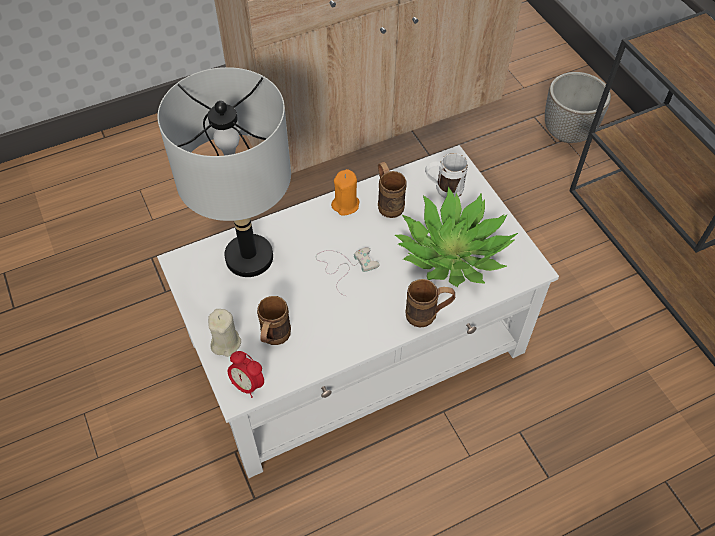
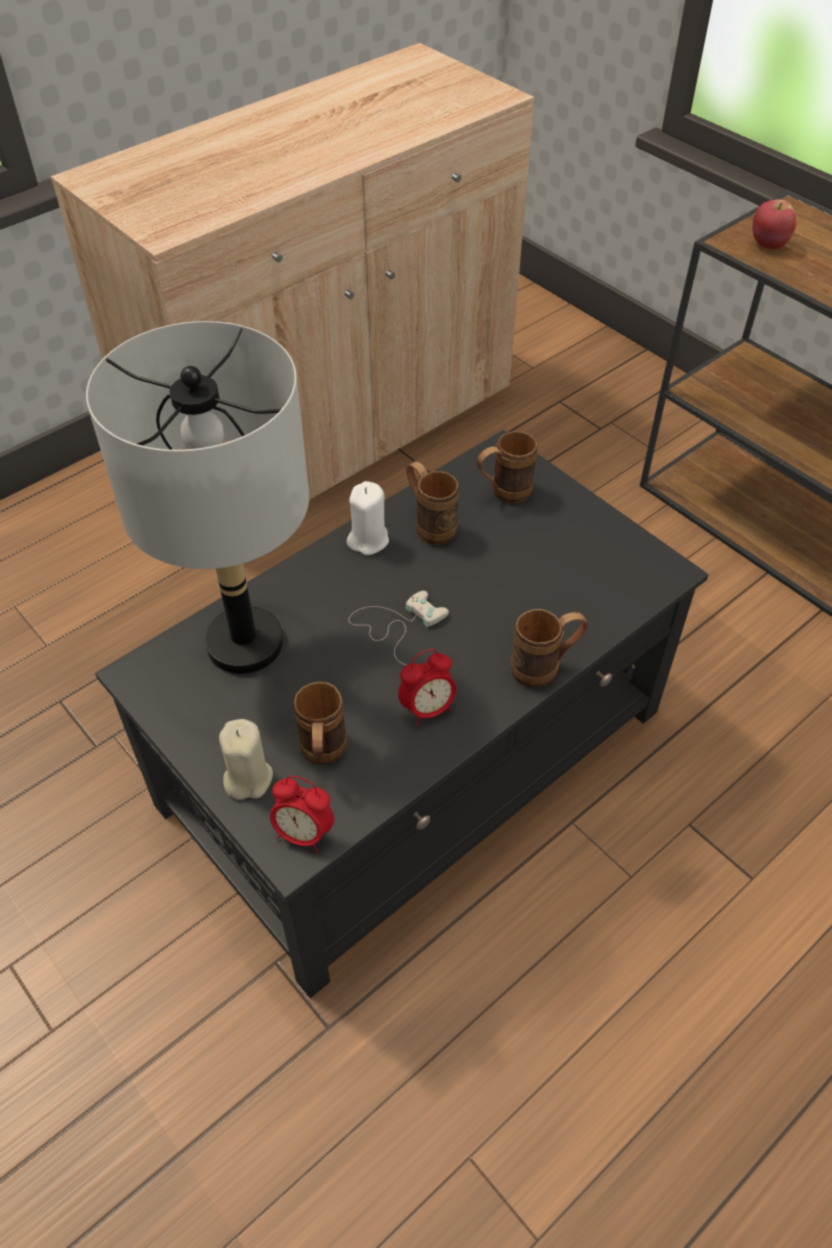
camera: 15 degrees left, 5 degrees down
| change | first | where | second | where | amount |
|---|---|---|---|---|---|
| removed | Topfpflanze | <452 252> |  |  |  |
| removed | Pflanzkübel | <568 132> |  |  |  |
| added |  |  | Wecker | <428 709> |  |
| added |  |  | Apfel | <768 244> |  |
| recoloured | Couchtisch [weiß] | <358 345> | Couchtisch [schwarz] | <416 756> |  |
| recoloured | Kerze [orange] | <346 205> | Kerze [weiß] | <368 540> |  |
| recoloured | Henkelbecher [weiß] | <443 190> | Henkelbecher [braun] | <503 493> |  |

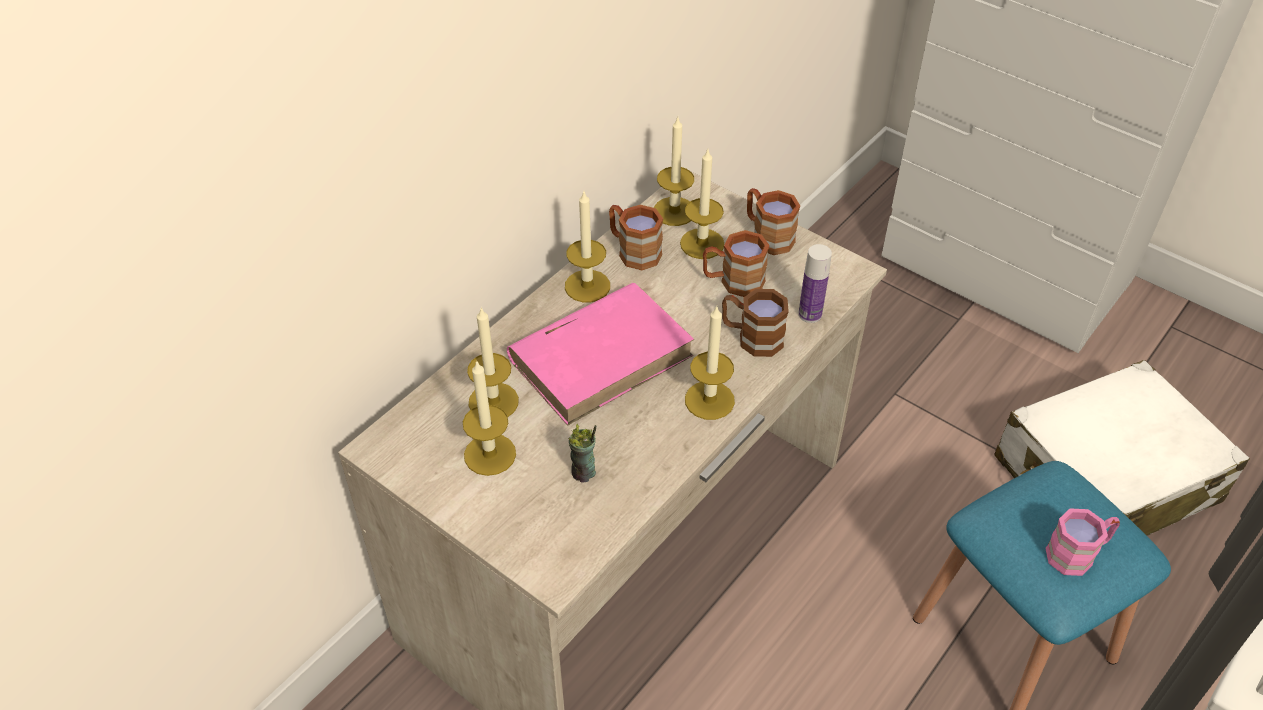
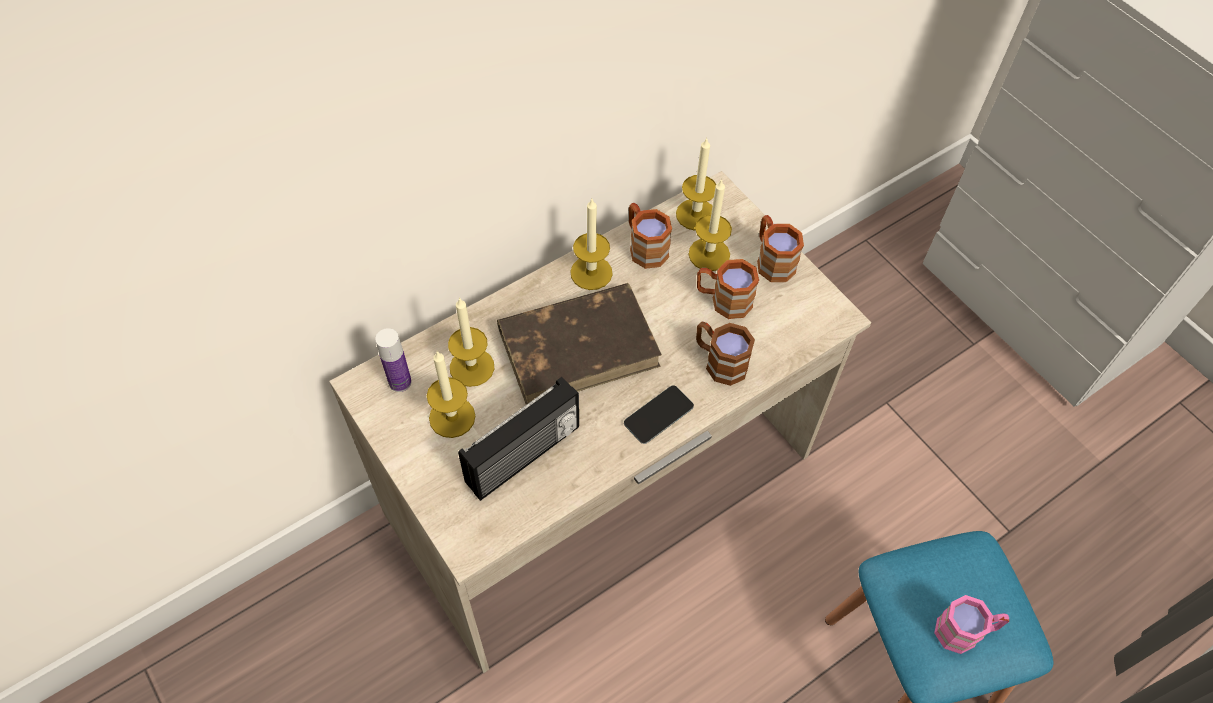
camera: 15 degrees right, 10 degrees up
| change | first | where | second | where | amount |
|---|---|---|---|---|---|
| removed | Koffer [weiß] | <1104 480> |  |  |  |
| moved | Flasche | <810 314> |  | <400 382> |  |
| replaced | Tasse | <583 473> | Radio | <524 456> |  |
| replaced | Kerze | <709 400> | Handy | <658 415> |  |
| recoloured | Buch [rosa] | <602 356> | Buch [braun] | <579 346> |  |

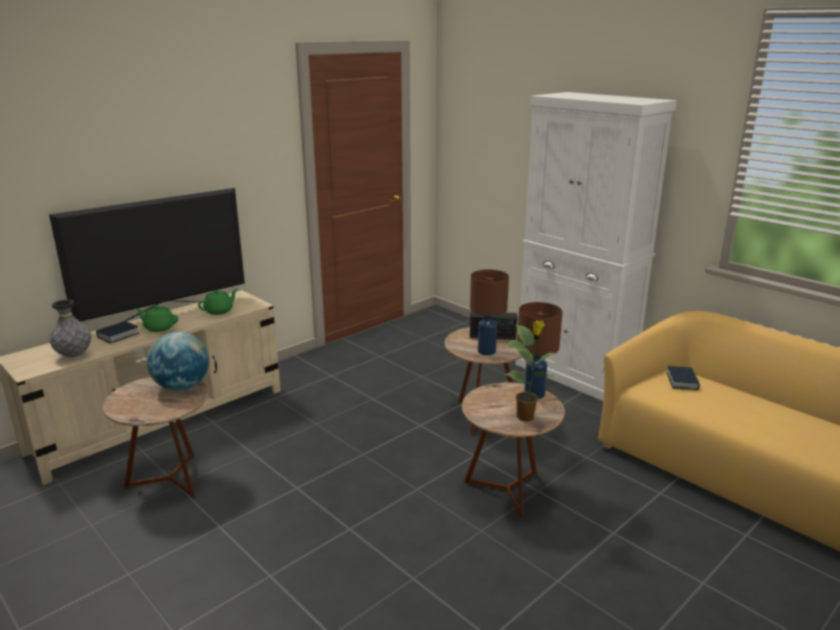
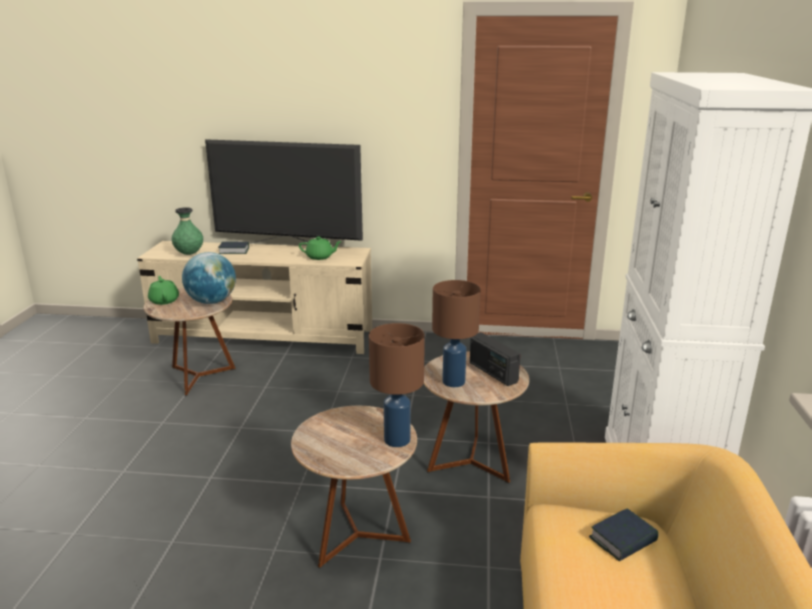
camera: 50 degrees right, 0 degrees up
| change | first | where | second | where | amount |
|---|---|---|---|---|---|
| removed | Topfpflanze | <526 417> |  |  |  |
| moved | Teekanne [grün] | <159 328> |  | <164 300> |  |
| recoloured | Vase [grau] | <74 355> | Vase [grün] | <189 254> |  |

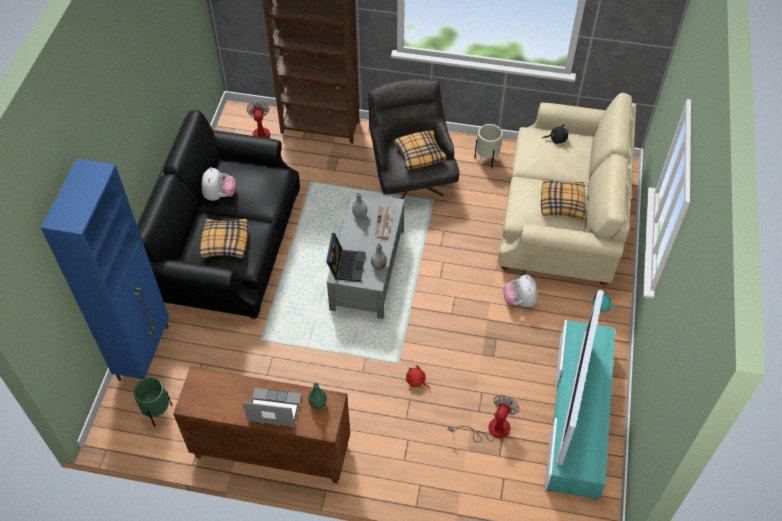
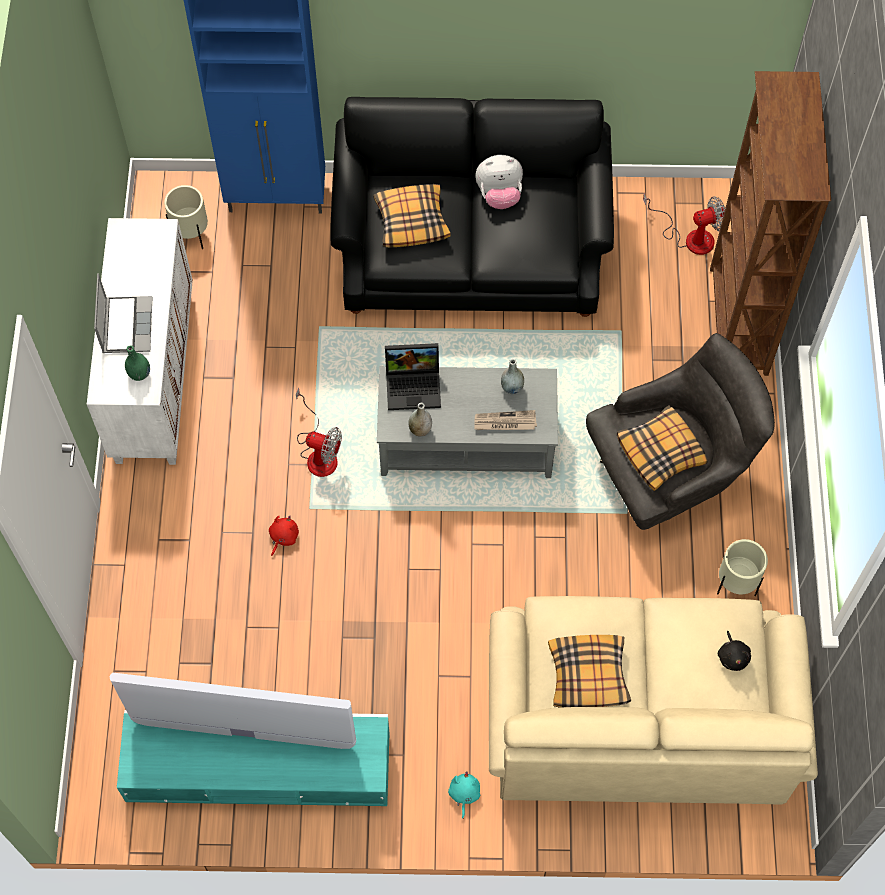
camera: 80 degrees right, 10 degrees up
| change | first | where | second | where | amount |
|---|---|---|---|---|---|
| removed | Plüschtier | <519 301> |  |  |  |
| moved | Ventilator | <490 429> |  | <319 453> |  |
| recoloured | Pflanzkübel [grün] | <157 412> | Pflanzkübel [beige] | <192 235> |  |
| recoloured | Schrank [braun] | <270 451> | Schrank [weiß] | <153 376> |  |

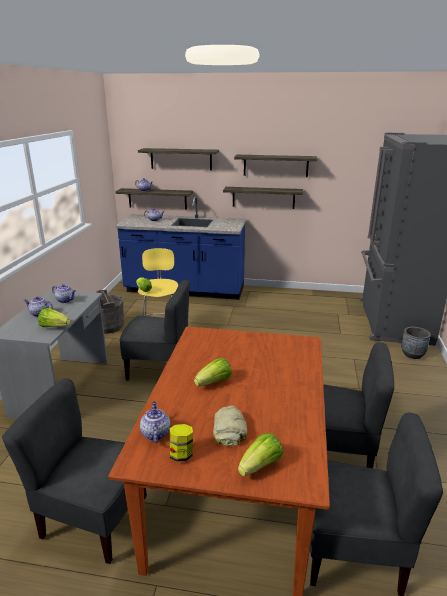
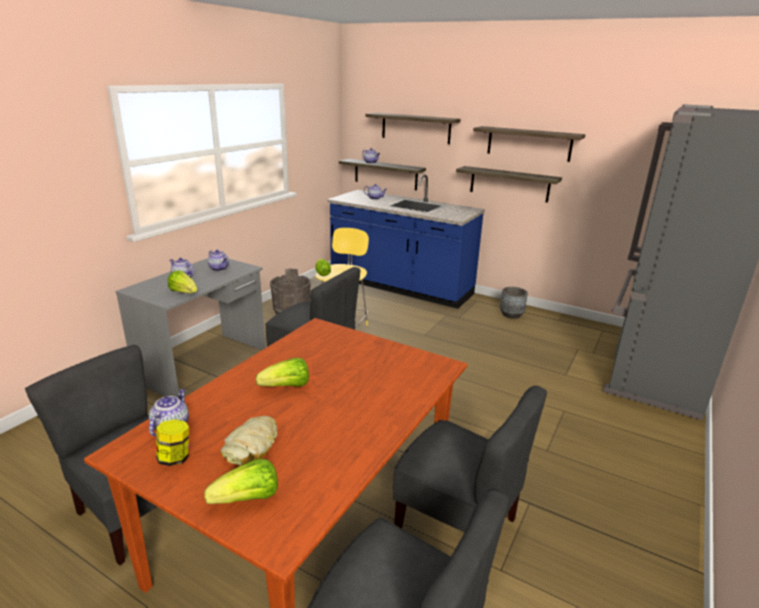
camera: 20 degrees right, 0 degrees up
| change | first | where | second | where | amount |
|---|---|---|---|---|---|
| moved | Pflanzkübel [grau] | <412 354> |  | <511 315> |  |

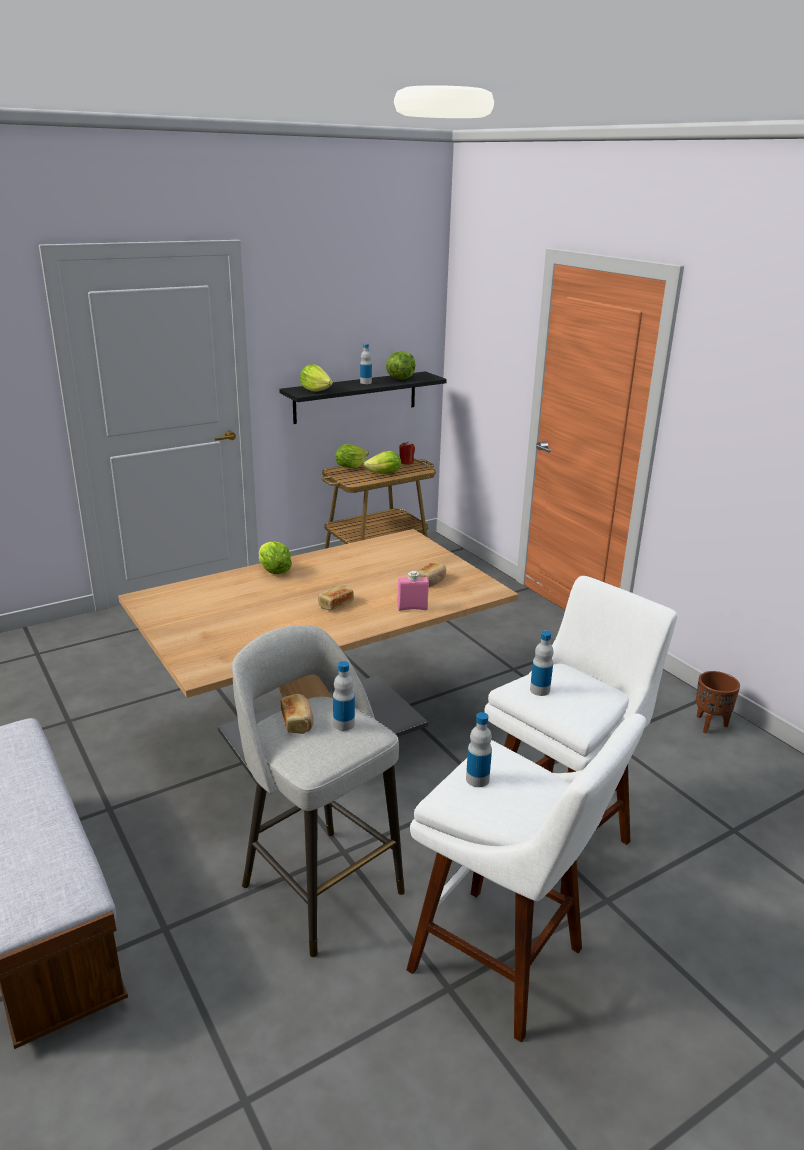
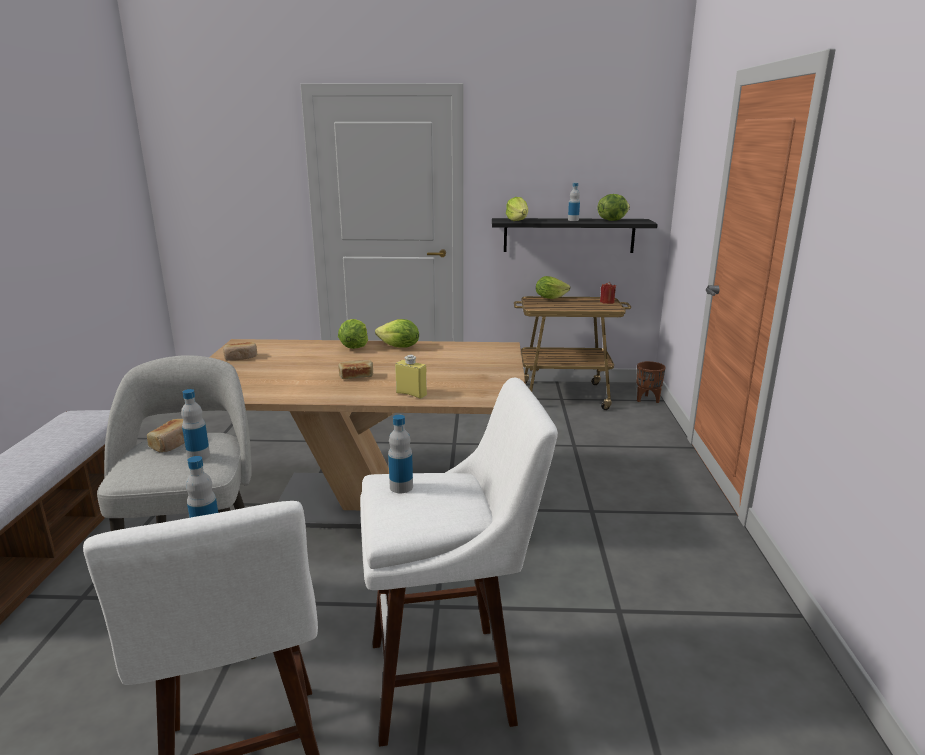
camera: 35 degrees right, 5 degrees down
| change | first | where | second | where | amount |
|---|---|---|---|---|---|
| moved | Salatkopf | <384 474> |  | <399 347> |  |
| moved | Brot | <431 581> |  | <241 358> |  |
| moved | Pflanzkübel [braun] | <710 725> |  | <647 400> |  |
| recoloured | Flasche [rosa] | <412 608> | Flasche [gelb] | <411 394> |  |

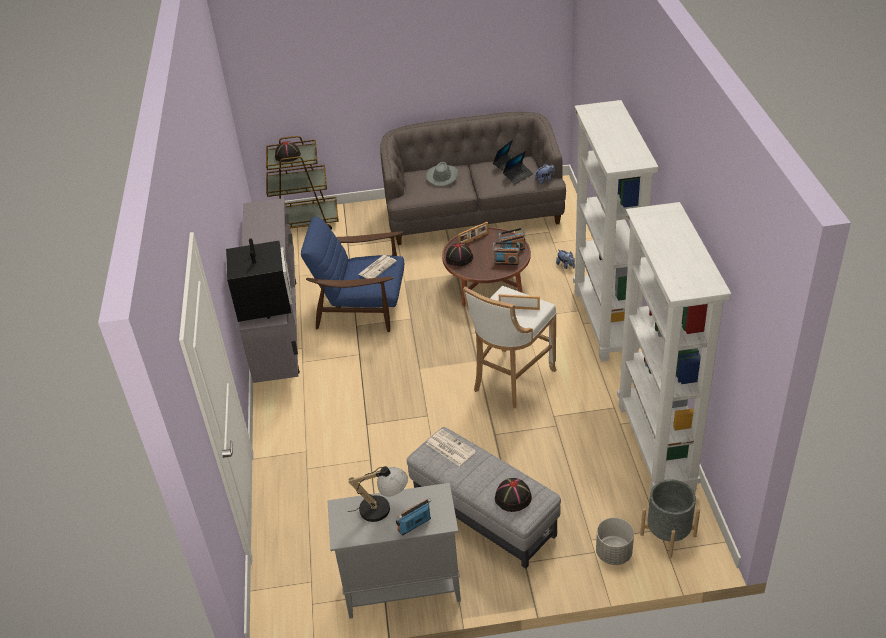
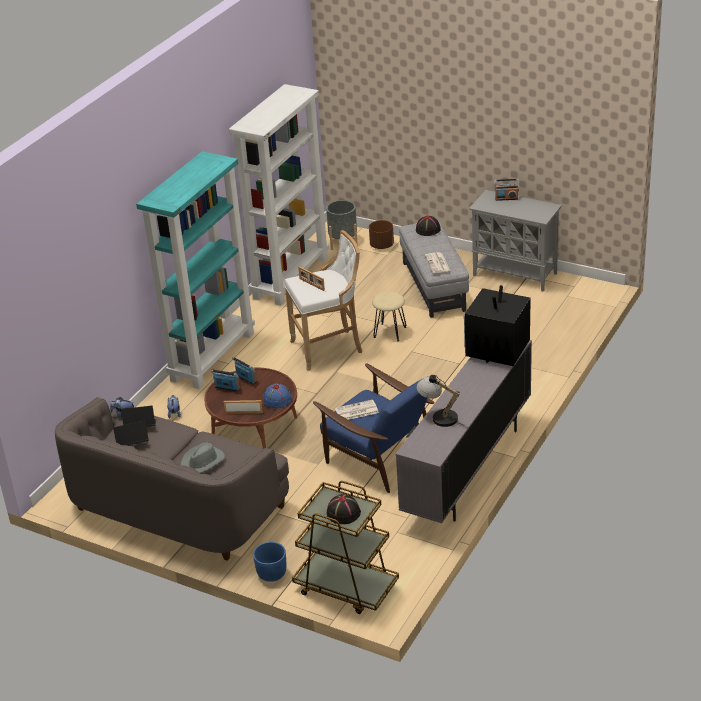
camera: 145 degrees left, 5 degrees down
| change | first | where | second | where | amount |
|---|---|---|---|---|---|
| added |  |  | Pflanzkübel [blau] | <271 573> |  |
| added |  |  | Hocker [beige] | <390 332> |  |
| moved | Tischlampe | <383 509> |  | <438 417> |  |
| recoloured | Hut [schwarz] | <459 258> | Hut [blau] | <277 399> |  |
| recoloured | Bücherregal [weiß] | <606 323> | Bücherregal [türkis] | <212 356> |  |
| recoloured | Pflanzkübel [grau] | <613 553> | Pflanzkübel [braun] | <382 246> |  |

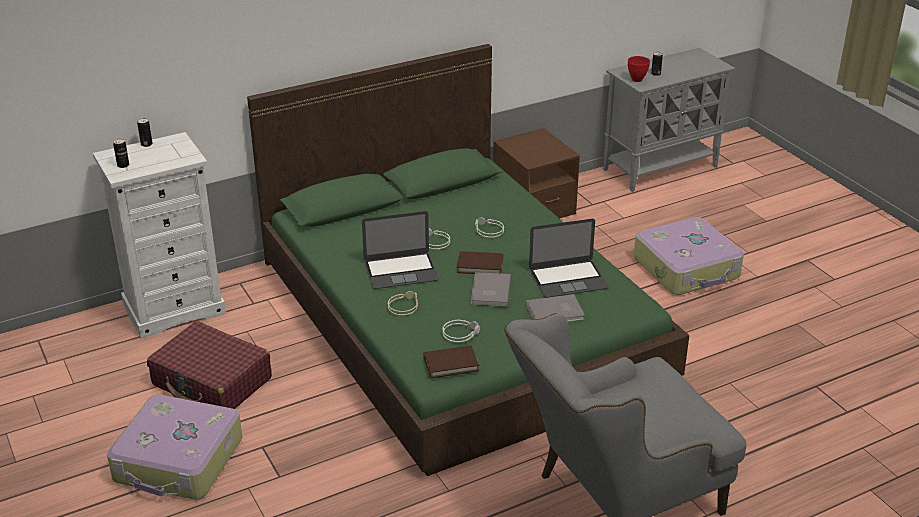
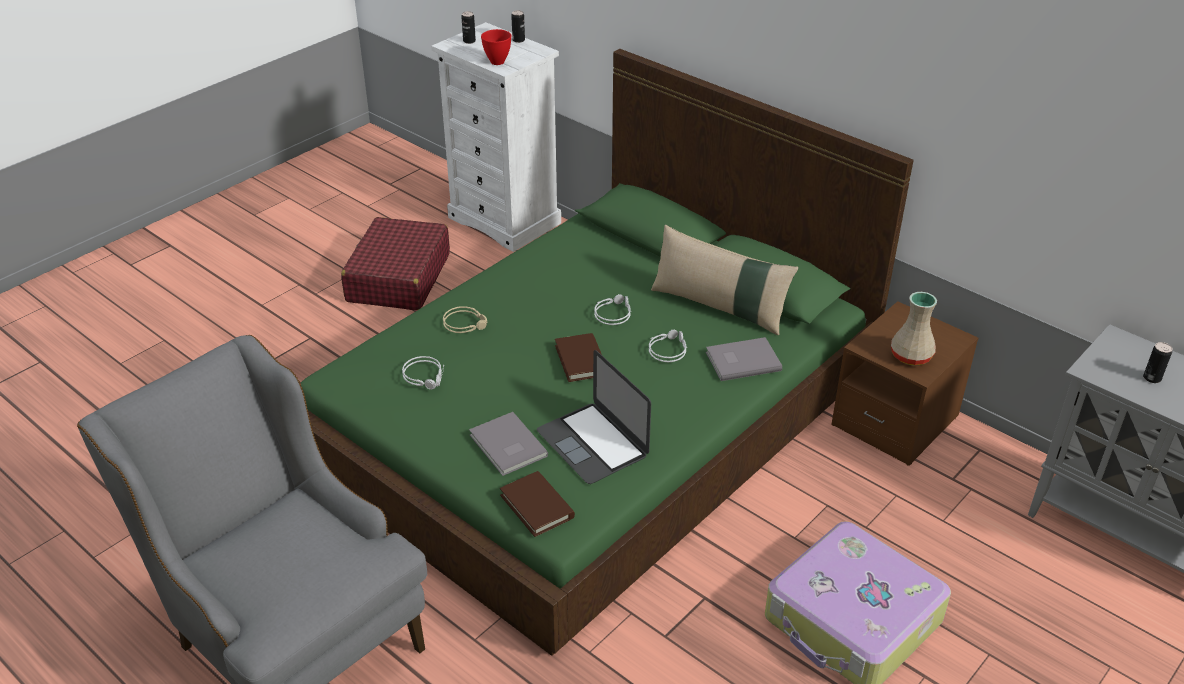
camera: 70 degrees right, 5 degrees up
| change | first | where | second | where | amount |
|---|---|---|---|---|---|
| removed | Koffer | <179 461> |  |  |  |
| removed | Laptop | <401 271> |  |  |  |
| added |  |  | Kissen [beige] | <719 307> |  |
| added |  |  | Vase [beige] | <912 356> |  |
| moved | Buch [braun] | <451 364> |  | <537 506> |  |
| moved | Buch [grau] | <489 291> |  | <741 360> |  |
| moved | Schüssel [rot] | <637 80> |  | <496 62> |  |

